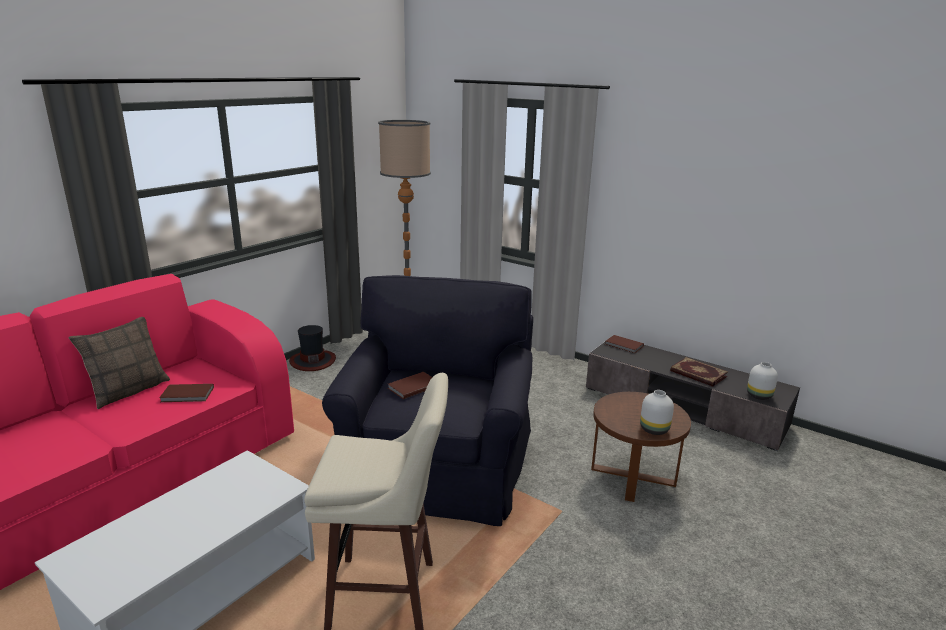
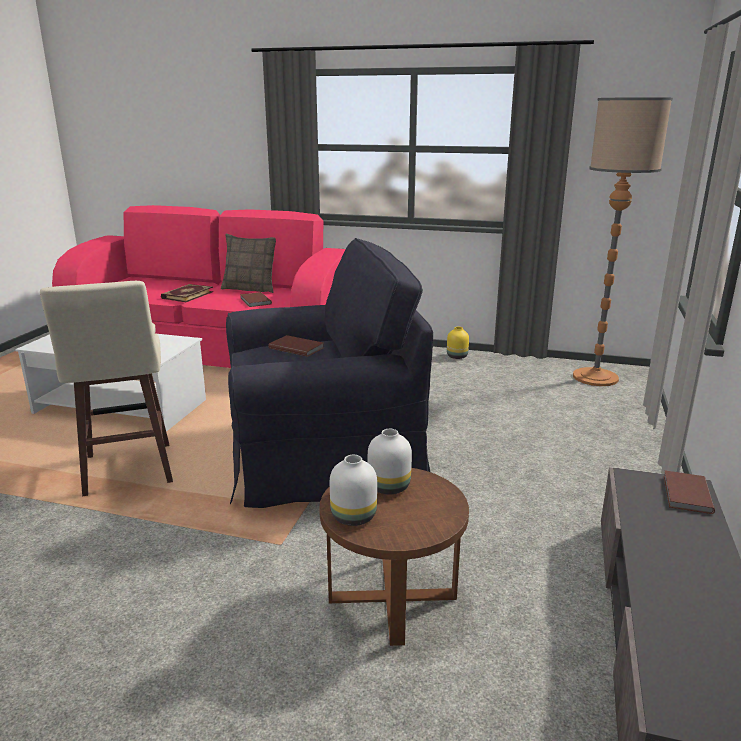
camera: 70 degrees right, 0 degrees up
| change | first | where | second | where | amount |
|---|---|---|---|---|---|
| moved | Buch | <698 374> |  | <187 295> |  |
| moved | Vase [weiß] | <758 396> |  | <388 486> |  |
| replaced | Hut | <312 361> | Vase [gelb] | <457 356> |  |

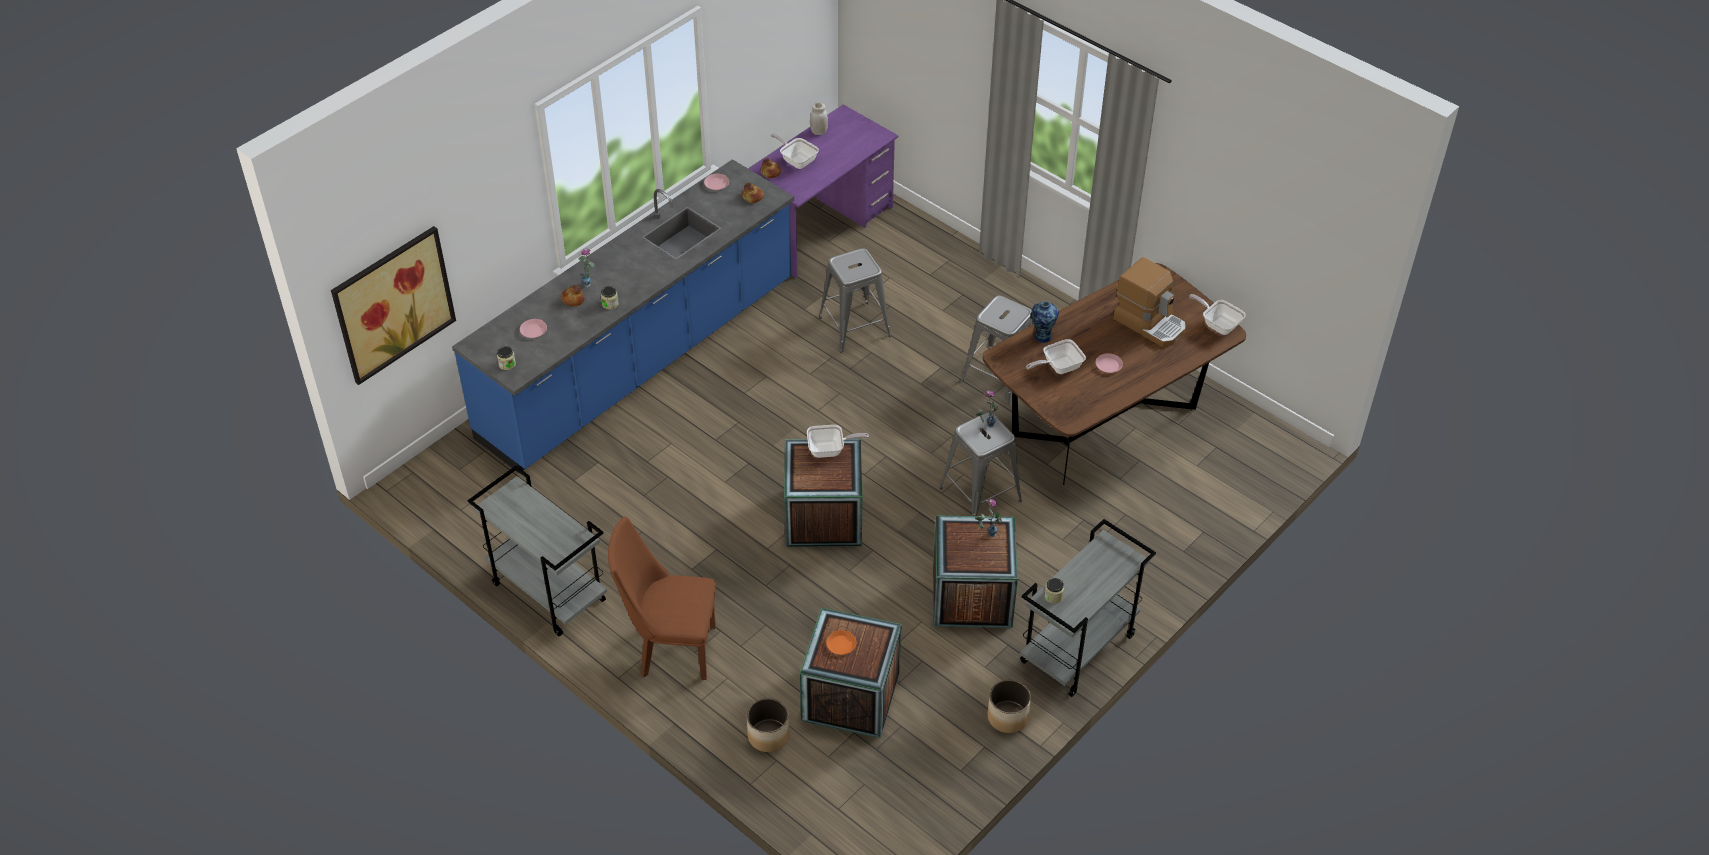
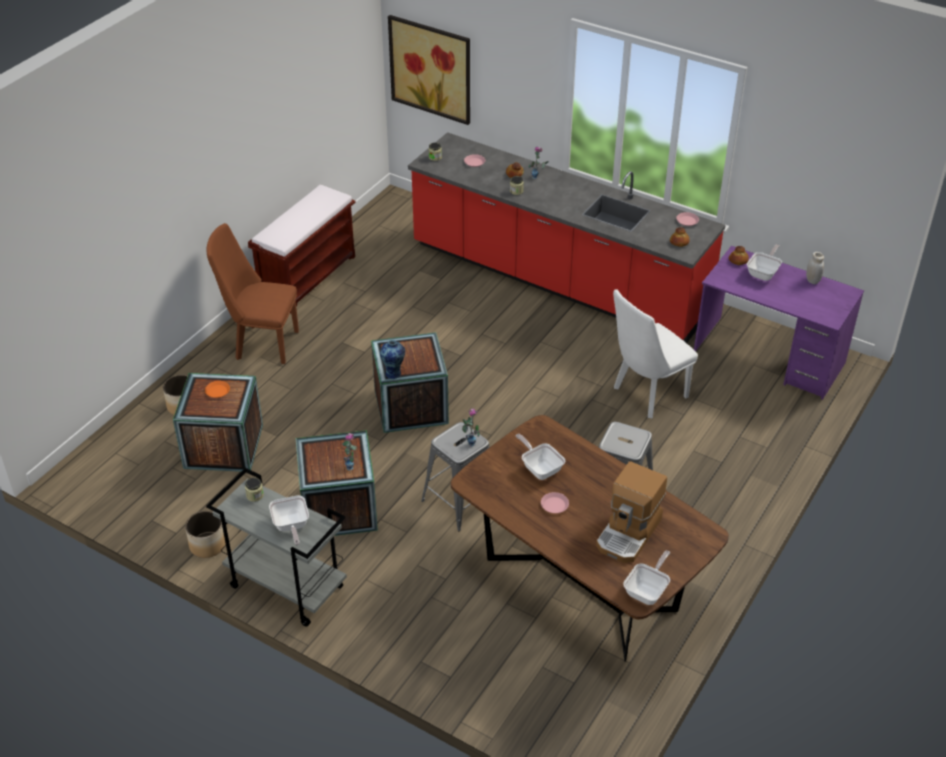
camera: 80 degrees right, 5 degrees down
| change | first | where | second | where | amount |
|---|---|---|---|---|---|
| moved | Pfanne | <830 450> |  | <291 526> |  |
| moved | Vase | <1042 336> |  | <394 373> |  |
| replaced | Rollwagen [grau] | <547 592> | Bank [braun] | <308 277> |  |
| replaced | Hocker [grau] | <854 327> | Stuhl [weiß] | <646 395> |  |
| recoloured | Küchenzeile [blau] | <640 360> | Küchenzeile [rot] | <557 281> |  |
| turned | Stuhl [braun] | <670 650> |  | <261 344> | 75 degrees counterclockwise |

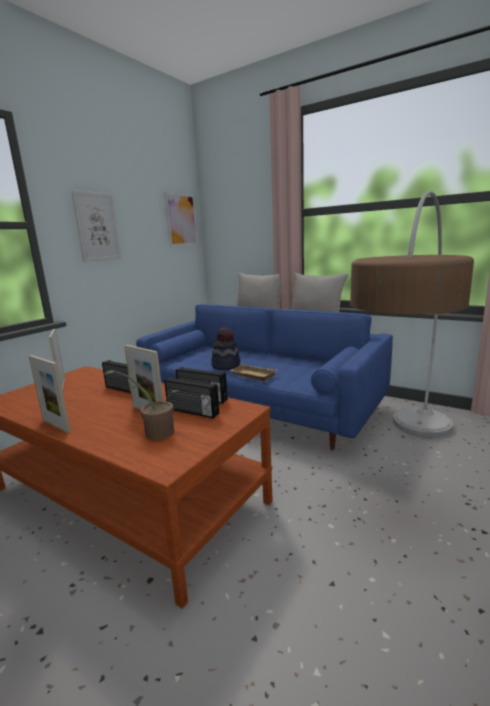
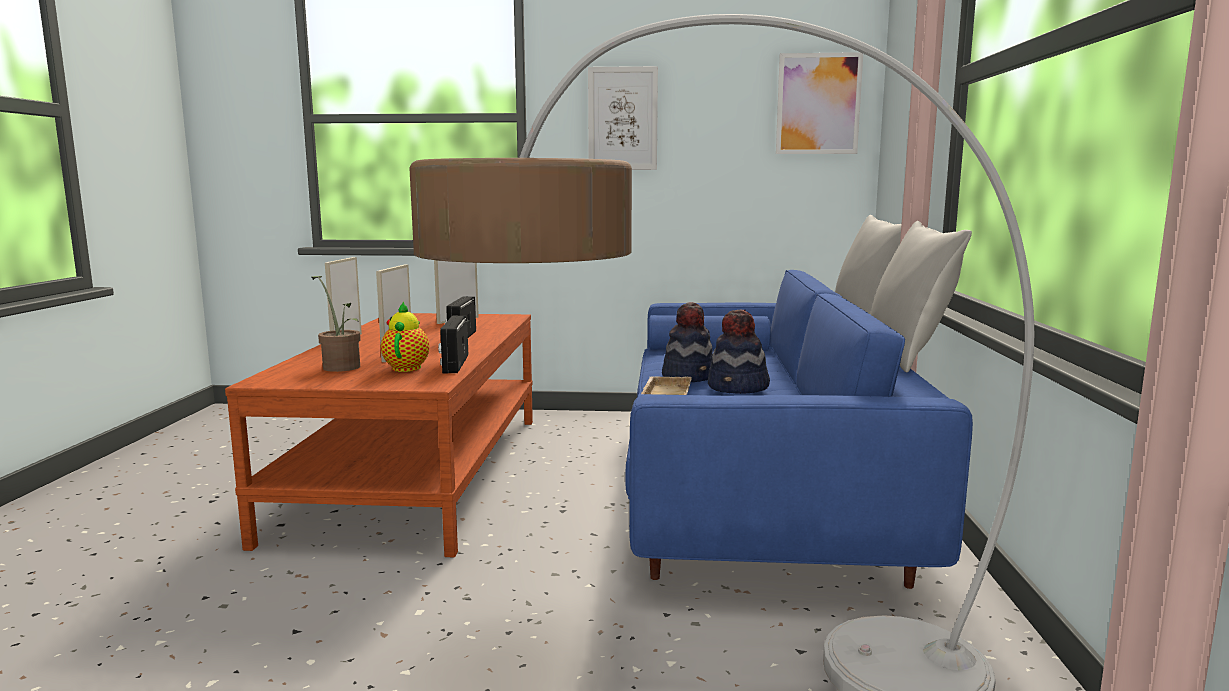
camera: 60 degrees right, 5 degrees down
| change | first | where | second | where | amount |
|---|---|---|---|---|---|
| added |  |  | Hut | <738 388> |  |
| replaced | Radio | <192 411> | Teekanne | <407 367> |  |

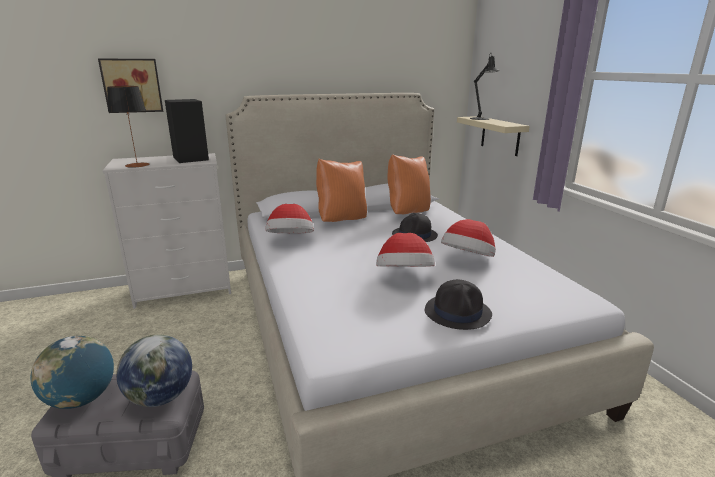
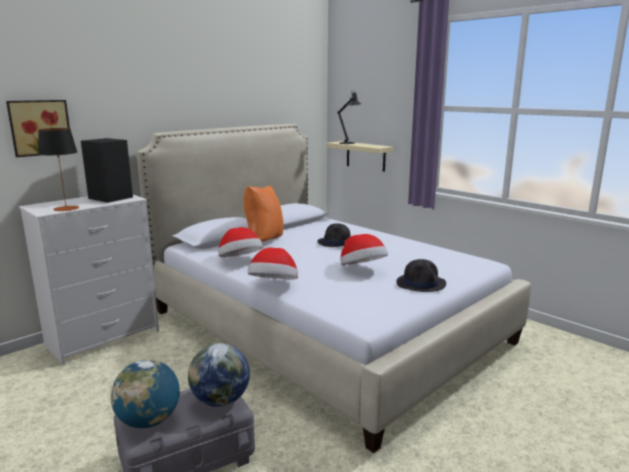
camera: 25 degrees left, 5 degrees down
| change | first | where | second | where | amount |
|---|---|---|---|---|---|
| removed | Kissen [orange] | <407 213> |  |  |  |
| moved | Hut | <467 260> |  | <274 286> |  |

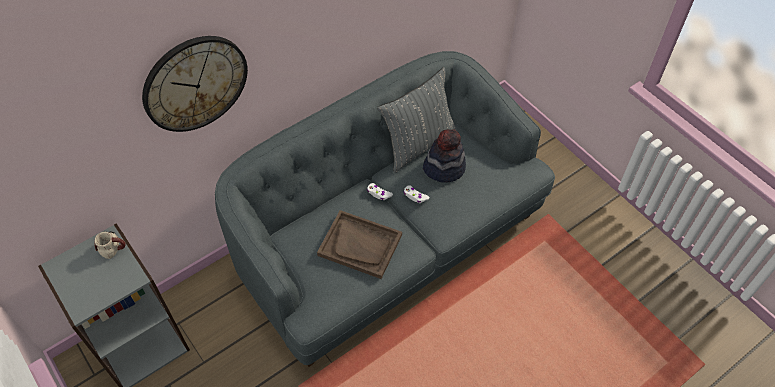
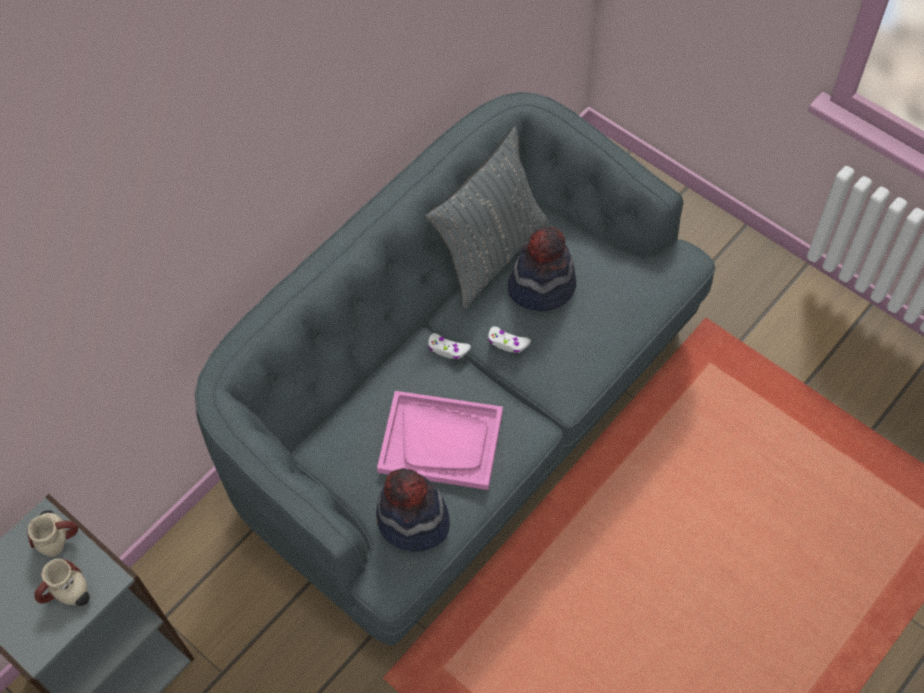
camera: 10 degrees left, 5 degrees up
| change | first | where | second | where | amount |
|---|---|---|---|---|---|
| removed | Wanduhr | <195 83> |  |  |  |
| added |  |  | Henkelbecher | <67 595> |  |
| added |  |  | Hut | <413 521> |  |
| recoloured | Tablett [braun] | <360 245> | Tablett [rosa] | <441 441> |  |

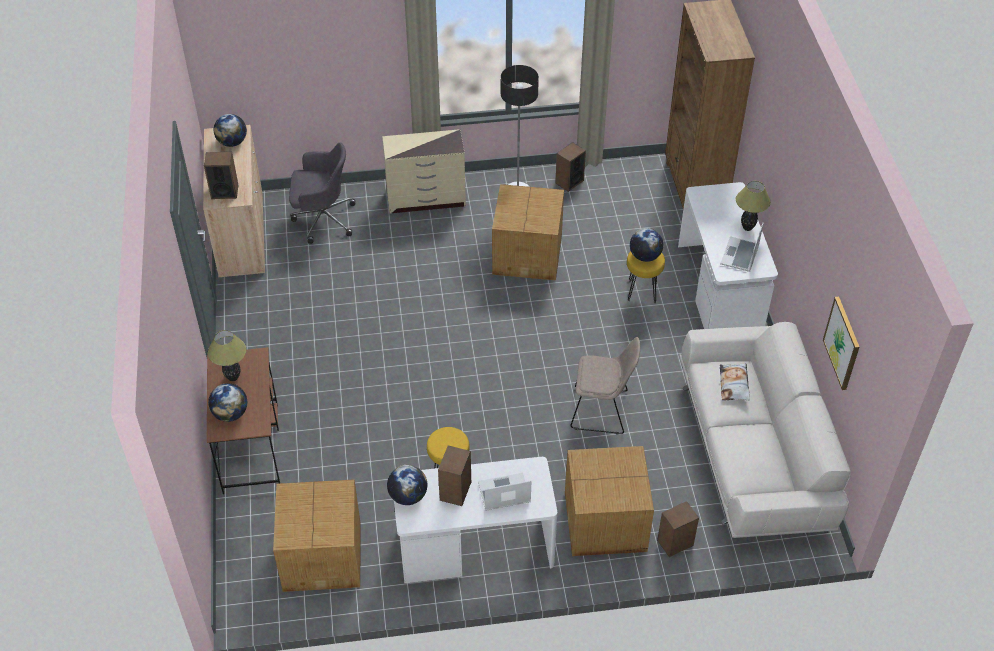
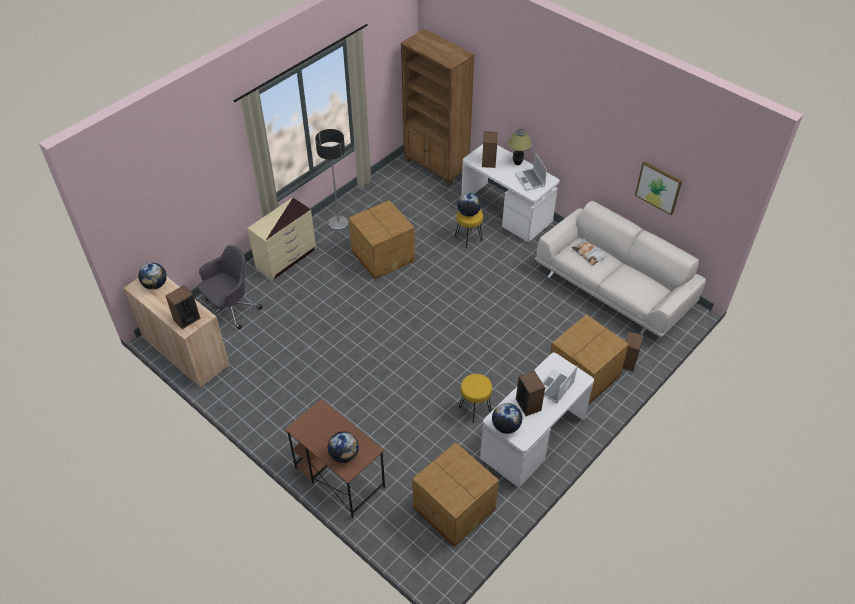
camera: 40 degrees left, 0 degrees up
| change | first | where | second | where | amount |
|---|---|---|---|---|---|
| removed | Tischlampe | <233 377> |  |  |  |
| removed | Stuhl [beige] | <602 410> |  |  |  |
| moved | Lautsprecher | <569 181> |  | <488 161> |  |

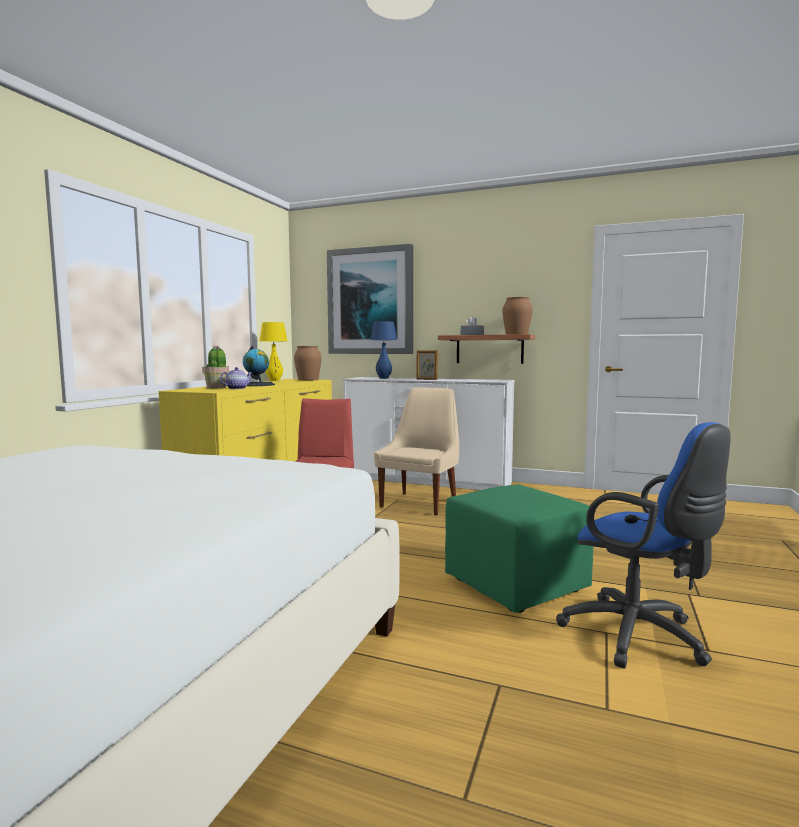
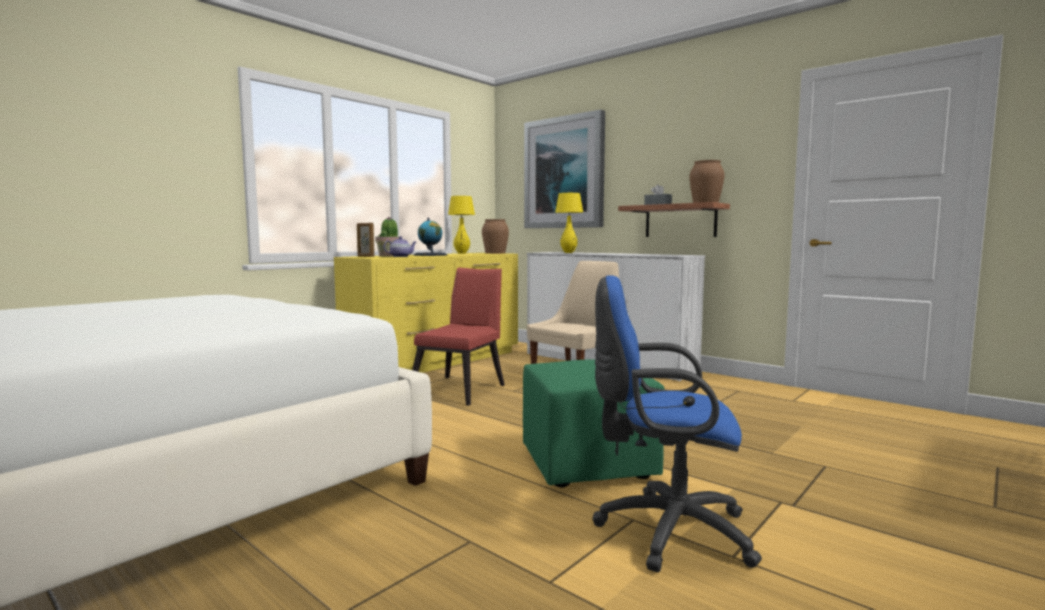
camera: 20 degrees right, 0 degrees up
| change | first | where | second | where | amount |
|---|---|---|---|---|---|
| moved | Bilderrahmen | <426 379> |  | <365 256> |  |
| recoloured | Tischlampe [blau] | <384 378> | Tischlampe [gelb] | <568 252> |  |
| turned | Bürostuhl [blau] | <639 637> |  | <665 530> | 120 degrees clockwise |

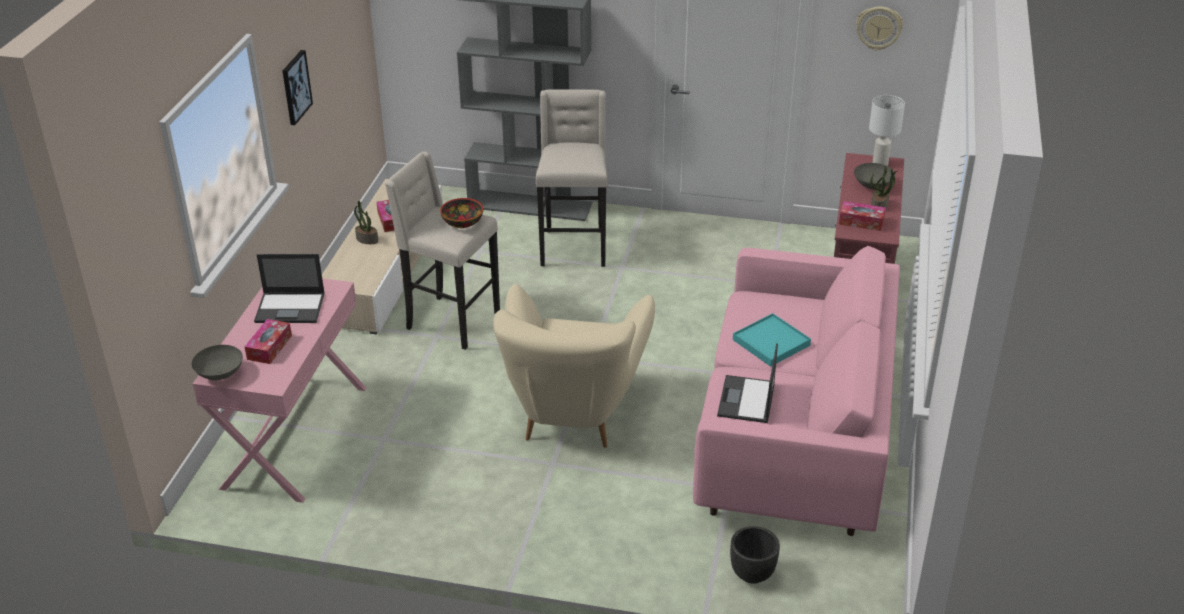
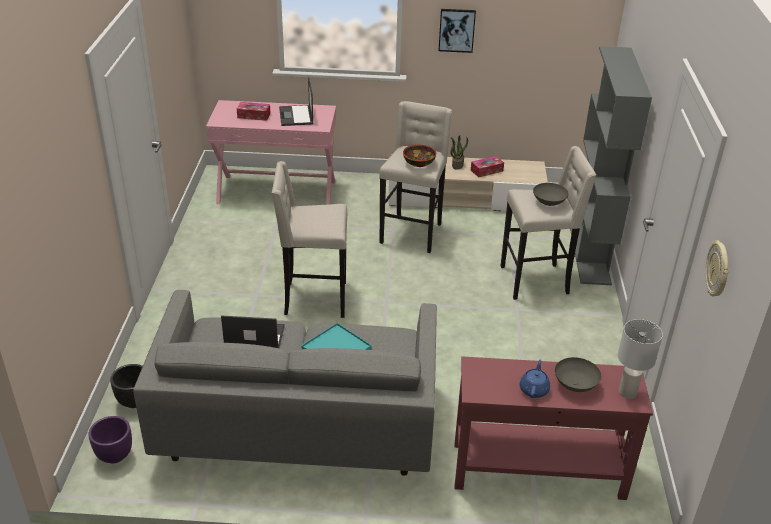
camera: 80 degrees right, 0 degrees up
| change | first | where | second | where | amount |
|---|---|---|---|---|---|
| removed | Taschentuchbox | <861 222> |  |  |  |
| added |  |  | Pflanzkübel [lila] | <114 456> |  |
| moved | Schüssel [grau] | <220 374> |  | <549 203> |  |
| replaced | Sessel [beige] | <573 413> | Hocker [beige] | <313 299> |  |
| replaced | Topfpflanze | <879 206> | Teekanne [blau] | <534 389> |  |
| recoloured | Sofa [rosa] | <795 437> | Sofa [grau] | <298 424> |  |

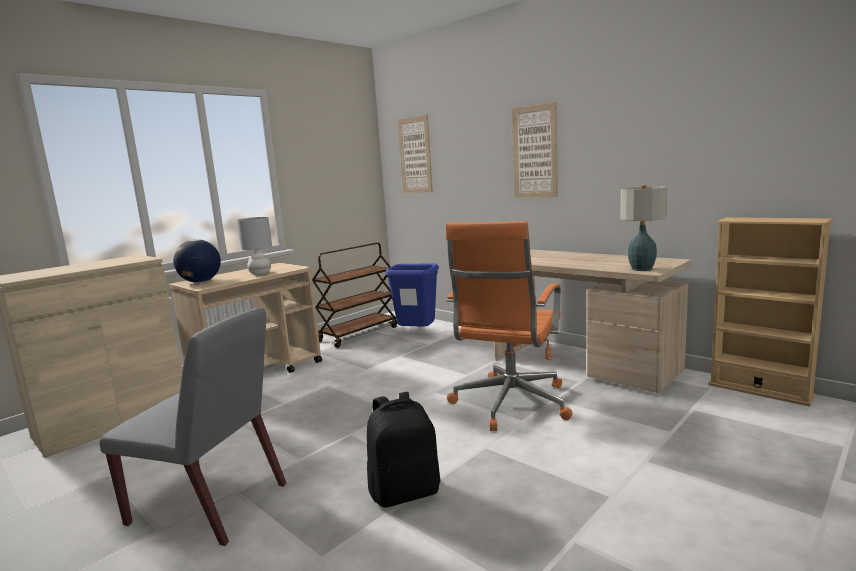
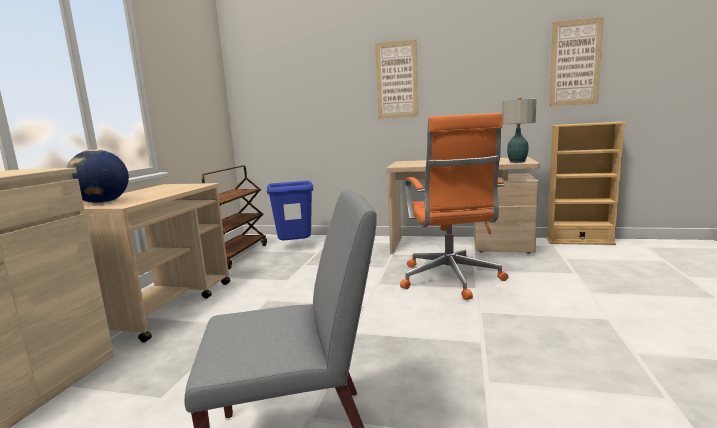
camera: 30 degrees left, 0 degrees up
| change | first | where | second | where | amount |
|---|---|---|---|---|---|
| removed | Tischlampe [grau] | <260 273> |  |  |  |
| removed | Rucksack [schwarz] | <405 492> |  |  |  |
| moved | Bild | <415 155> |  | <575 63> |  |

